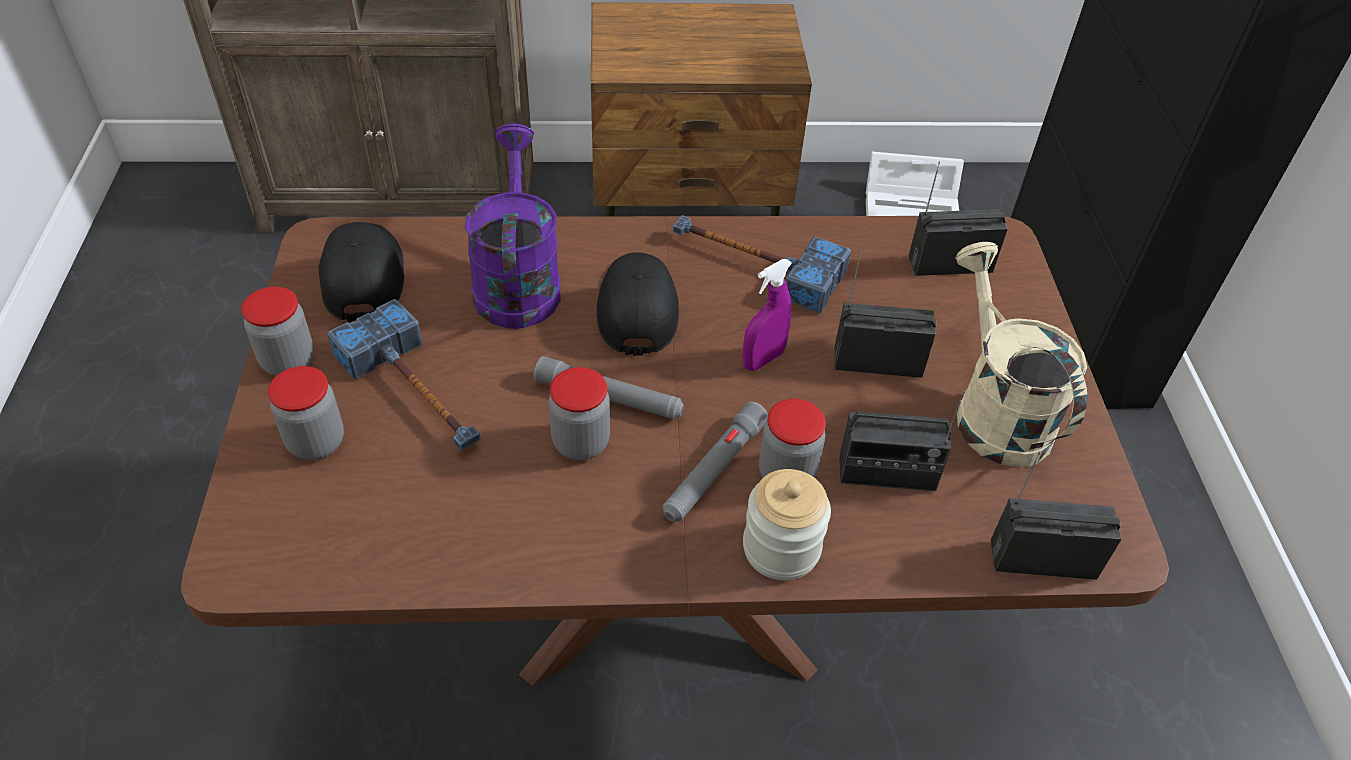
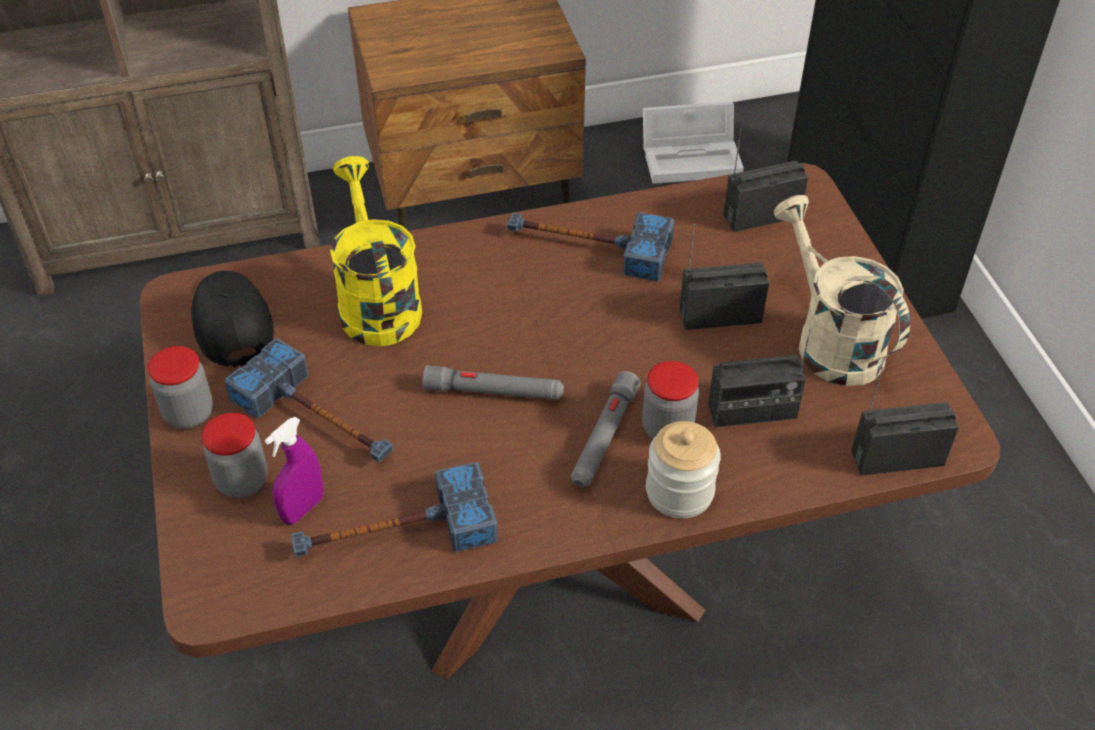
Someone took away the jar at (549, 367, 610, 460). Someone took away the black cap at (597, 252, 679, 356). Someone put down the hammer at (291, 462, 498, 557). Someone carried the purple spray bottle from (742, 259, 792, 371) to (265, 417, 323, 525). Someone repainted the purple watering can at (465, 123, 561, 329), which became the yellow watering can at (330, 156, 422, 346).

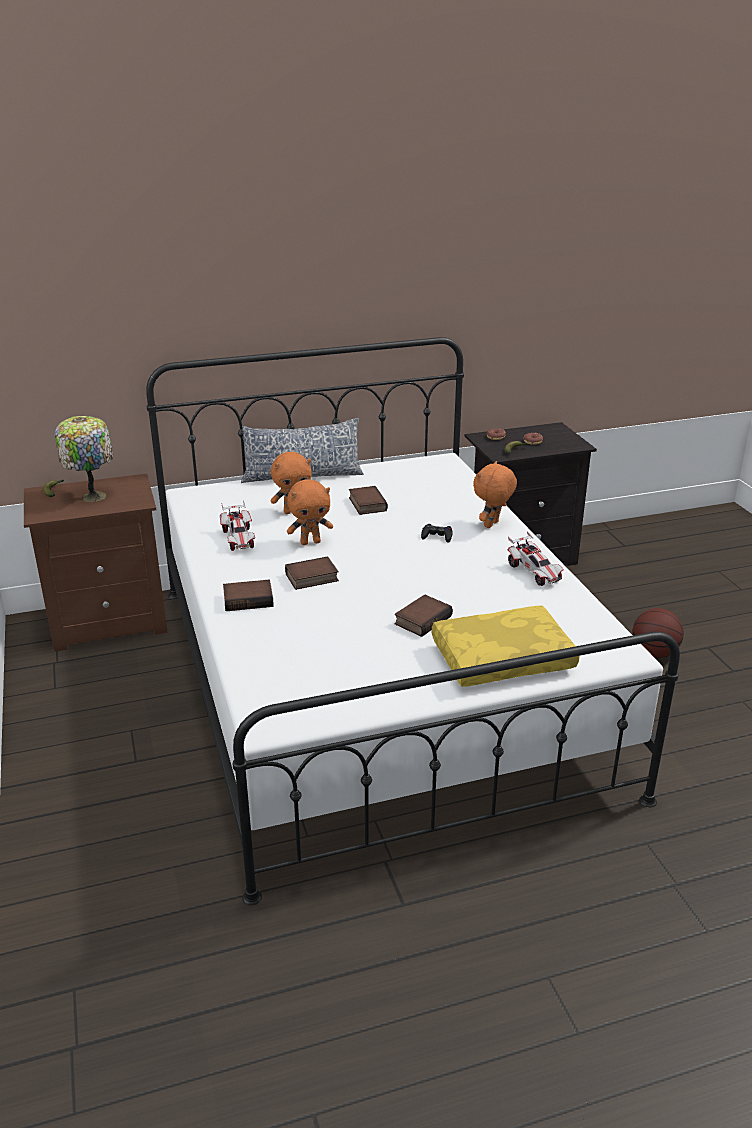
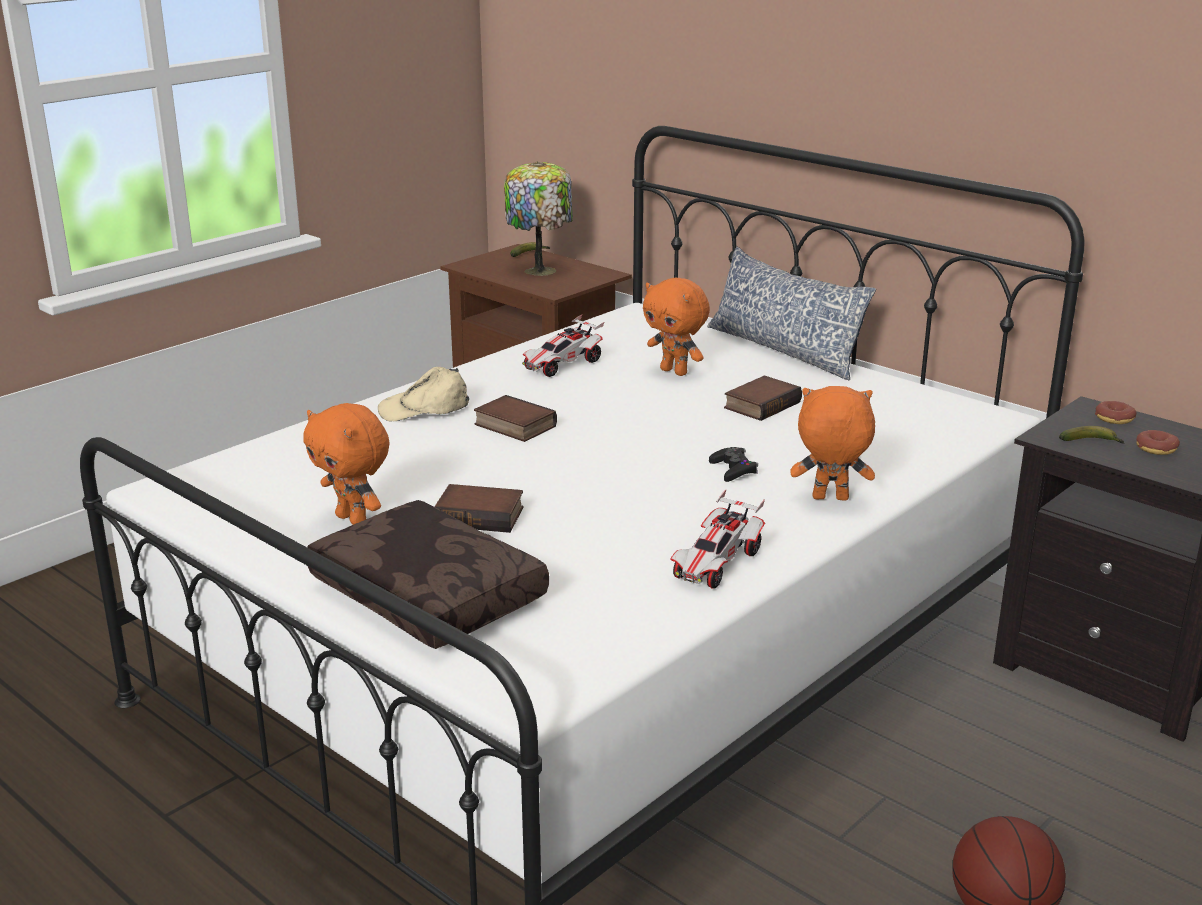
Someone carried the orange plush toy from (287, 480, 333, 545) to (303, 403, 390, 525). Someone swapped the book at (223, 580, 274, 611) for the beige cap at (378, 367, 469, 422). Someone repainted the yellow pillow at (432, 606, 580, 687), which became the brown pillow at (307, 500, 549, 649).

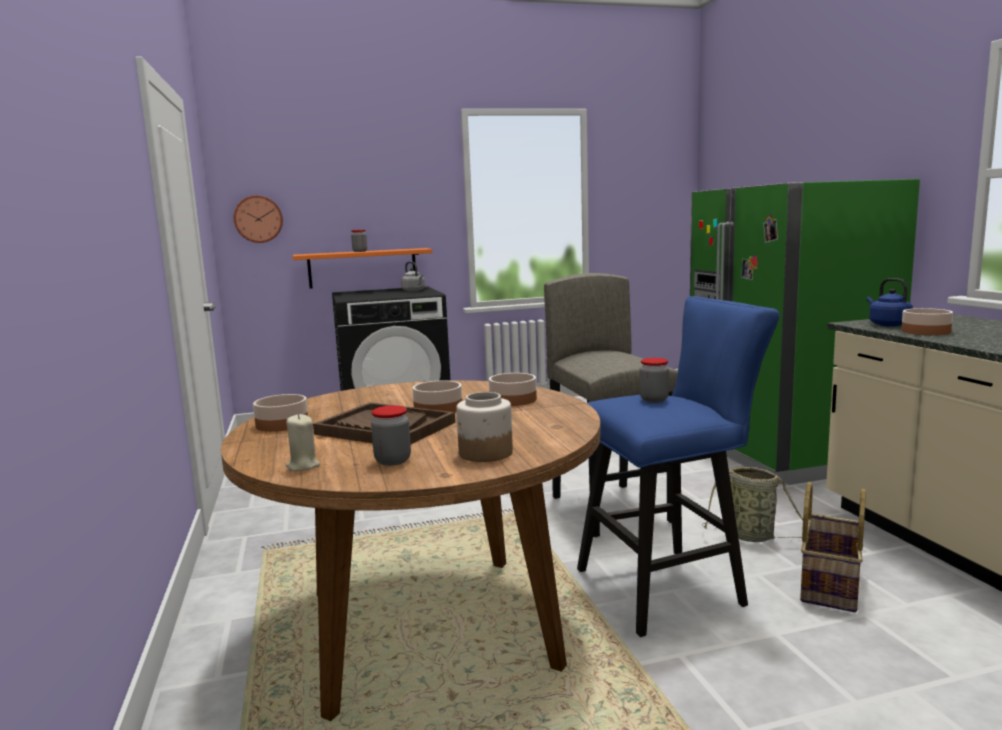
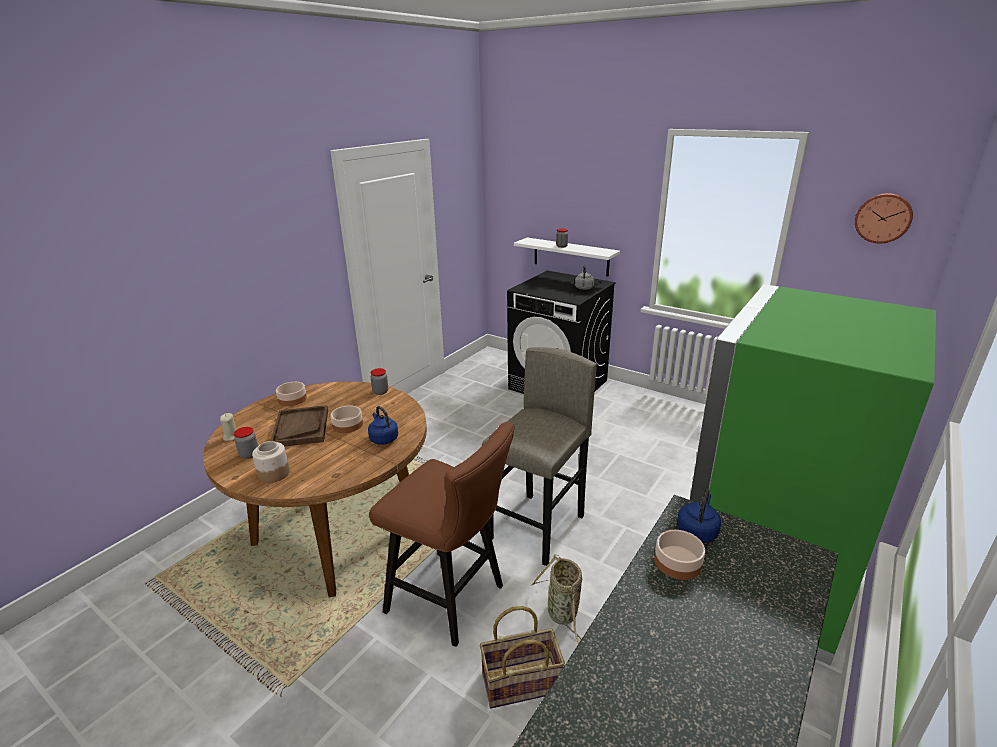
Someone carried the wall clock from (234, 195, 283, 243) to (855, 193, 913, 243). Someone carried the jar from (640, 358, 669, 403) to (370, 368, 388, 395). Someone swapped the bowl at (489, 373, 537, 406) for the blue kettle at (368, 406, 398, 445). Someone repainted the orange shelf at (292, 248, 432, 289), which became the white shelf at (514, 238, 620, 276). Someone repainted the blue stool at (577, 296, 780, 637), which became the brown stool at (369, 422, 515, 647).

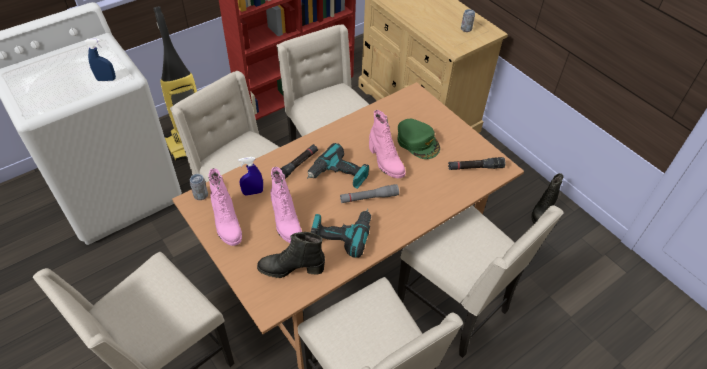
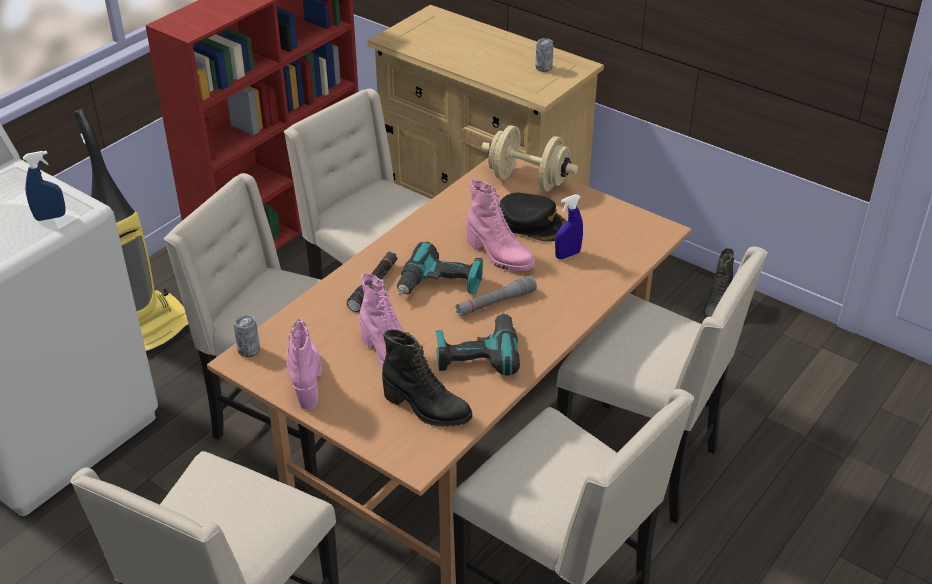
Someone took away the black flashlight at (448, 157, 505, 170). Someone put down the beige dumbbell at (481, 125, 578, 191). Someone carried the blue spray bottle from (238, 157, 263, 196) to (555, 194, 583, 259). Someone repainted the green cap at (398, 119, 440, 159), which became the black cap at (500, 193, 566, 242). Someone rotated the pink boot at (208, 168, 242, 246) by 150 degrees counterclockwise. Someone rotated the black boot at (257, 232, 325, 278) by 135 degrees counterclockwise.

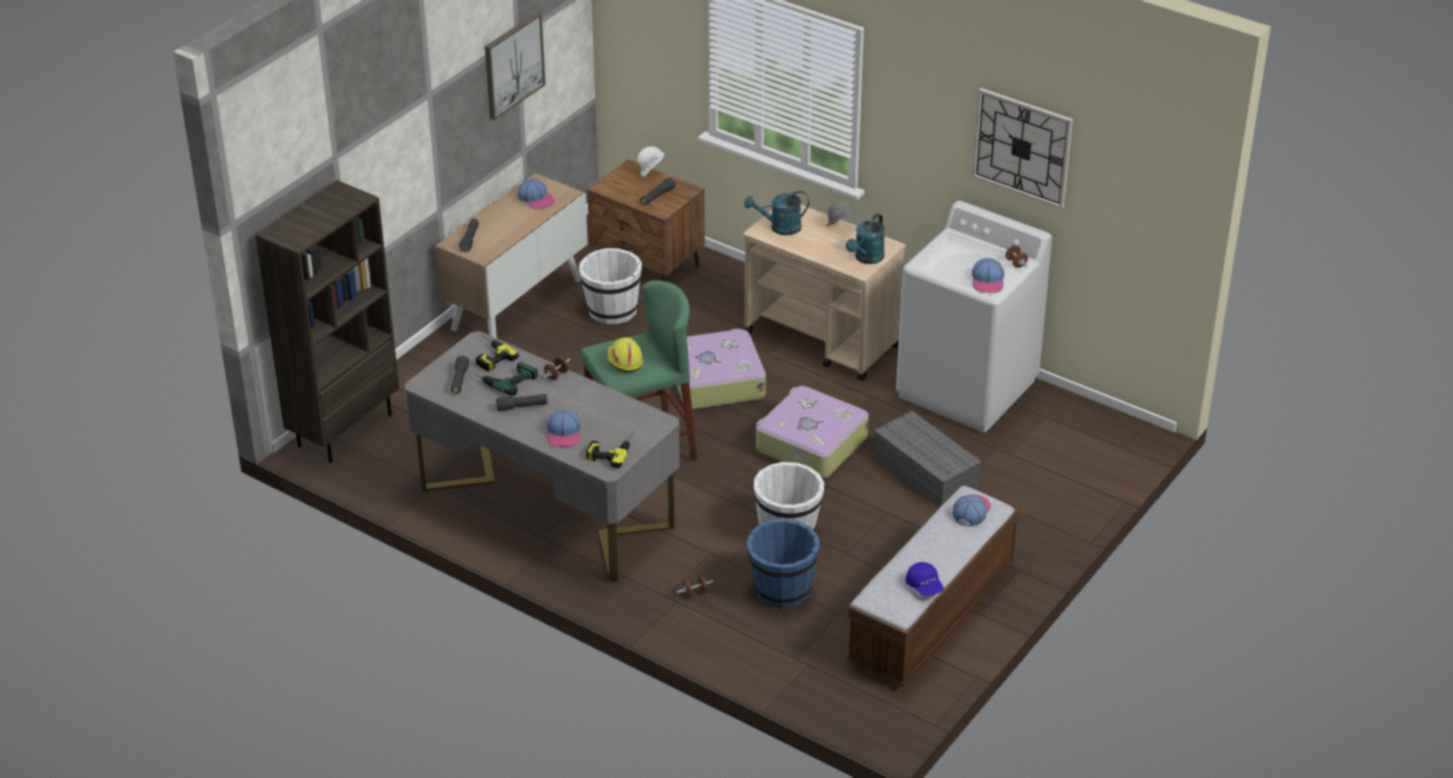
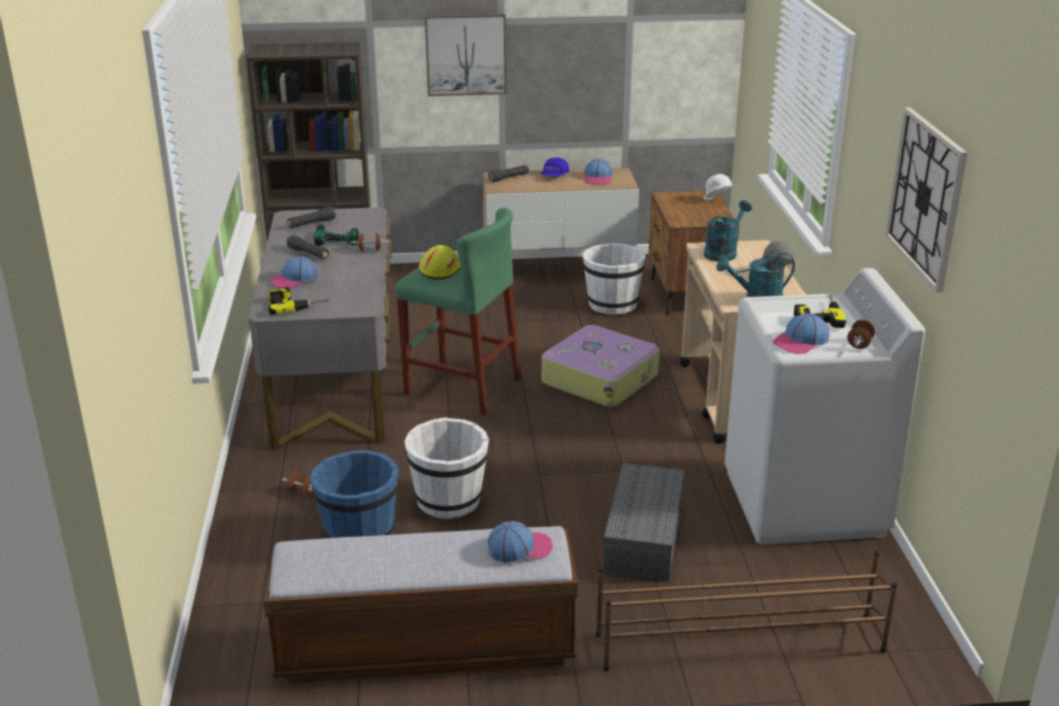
Someone took away the black flashlight at (640, 178, 676, 205). Someone took away the suitcase at (756, 386, 869, 478). Someone put down the brown shoe rack at (596, 551, 898, 671). Someone carried the power drill from (476, 335, 519, 372) to (794, 295, 847, 328). Someone carried the picture from (485, 12, 545, 120) to (425, 14, 506, 96). Someone carried the blue cap from (905, 562, 944, 596) to (541, 157, 569, 177). Someone rotated the turquoise watering can at (744, 191, 809, 235) by 90 degrees clockwise.

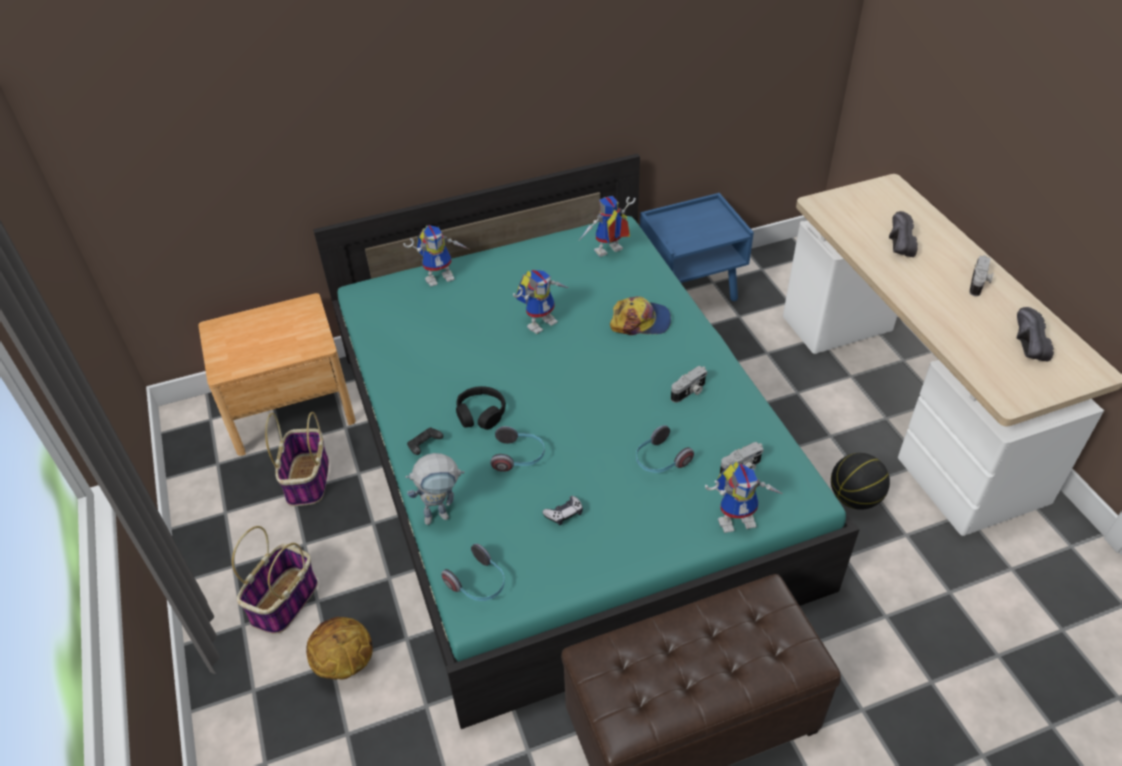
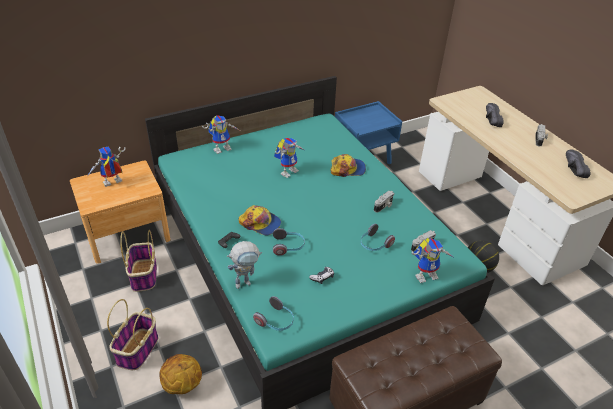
Someone carried the toy robot from (579, 196, 636, 257) to (87, 146, 126, 187). Someone swapped the black headphones at (456, 386, 506, 430) for the cap at (238, 205, 281, 236).

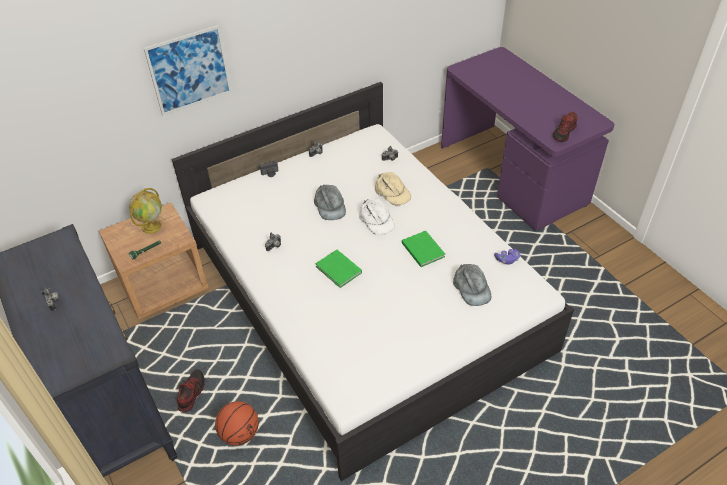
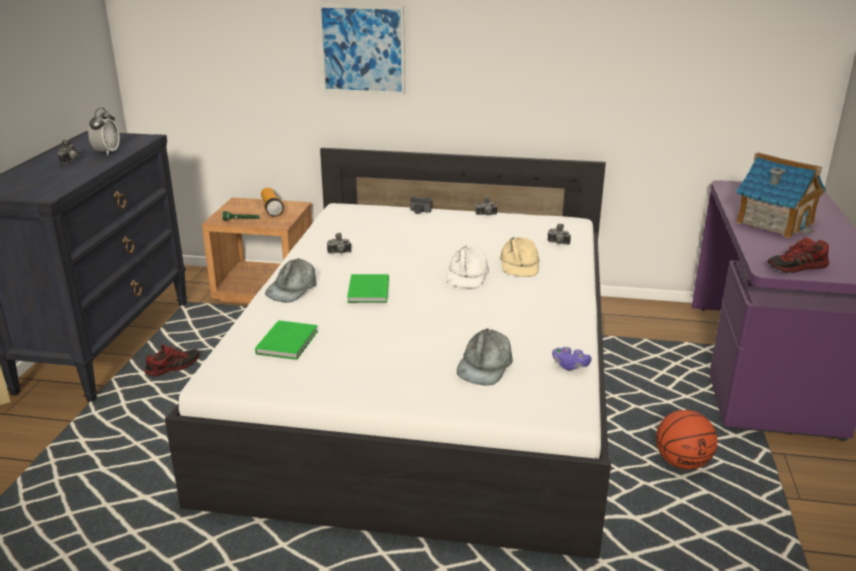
Someone put down the alarm clock at (88, 107, 120, 156). Someone put down the toy house at (736, 152, 826, 238). Someone carried the basketball from (215, 401, 259, 446) to (656, 410, 718, 470). Someone carried the grey cap from (314, 185, 346, 220) to (265, 258, 316, 302). Someone carried the green book from (402, 231, 445, 267) to (255, 320, 318, 360). Someone swapped the globe at (129, 188, 162, 234) for the flashlight at (261, 188, 284, 217).

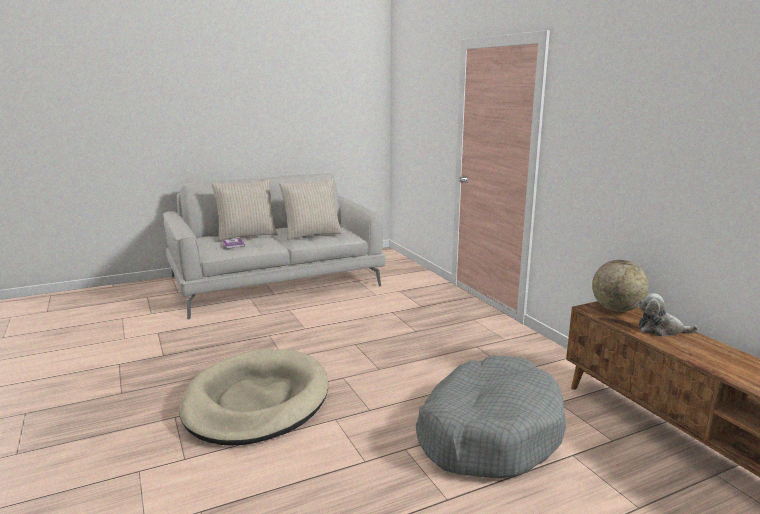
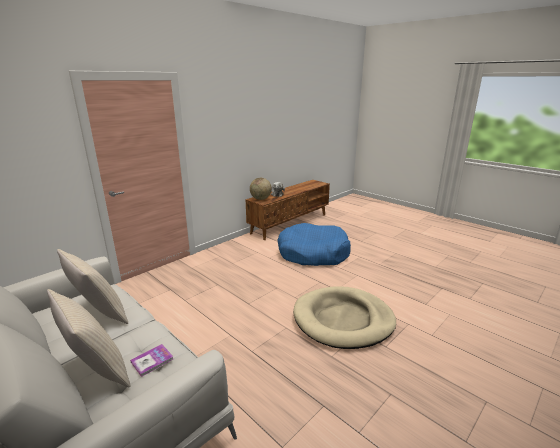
Someone repainted the grey dog bed at (416, 355, 566, 478), which became the blue dog bed at (277, 223, 351, 266).

